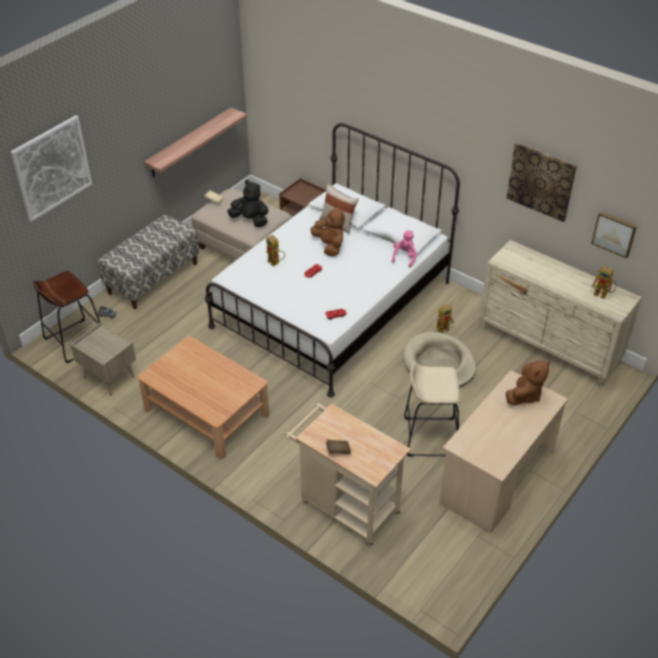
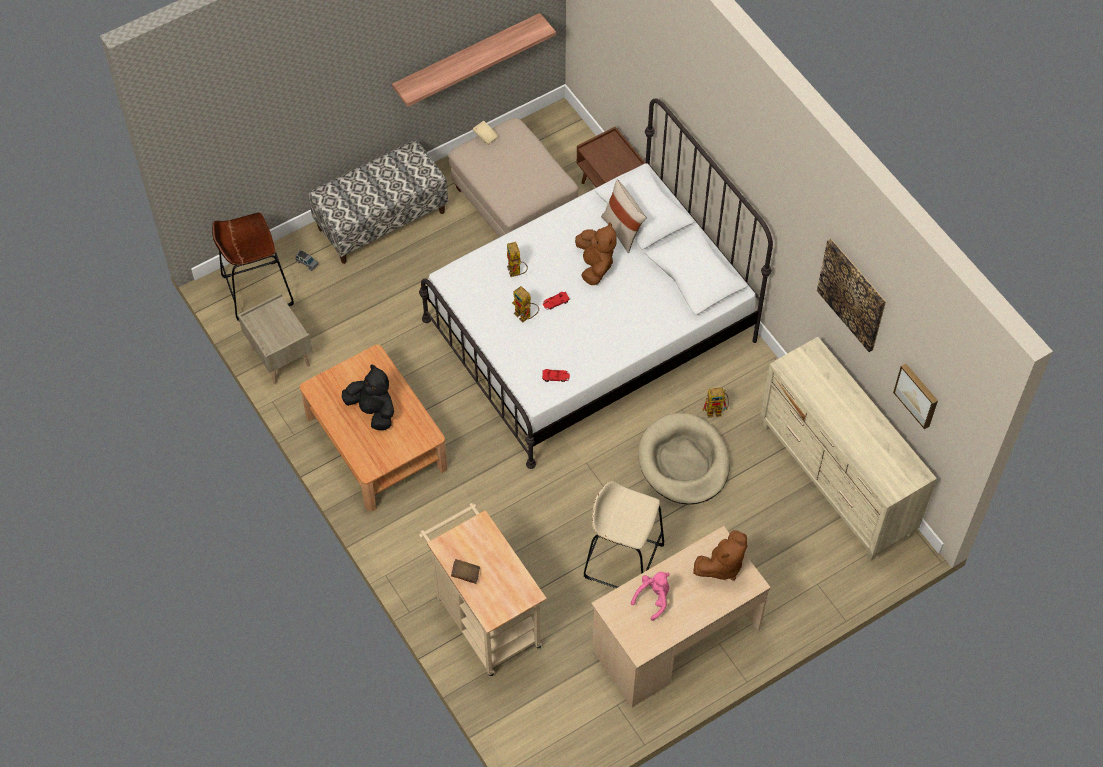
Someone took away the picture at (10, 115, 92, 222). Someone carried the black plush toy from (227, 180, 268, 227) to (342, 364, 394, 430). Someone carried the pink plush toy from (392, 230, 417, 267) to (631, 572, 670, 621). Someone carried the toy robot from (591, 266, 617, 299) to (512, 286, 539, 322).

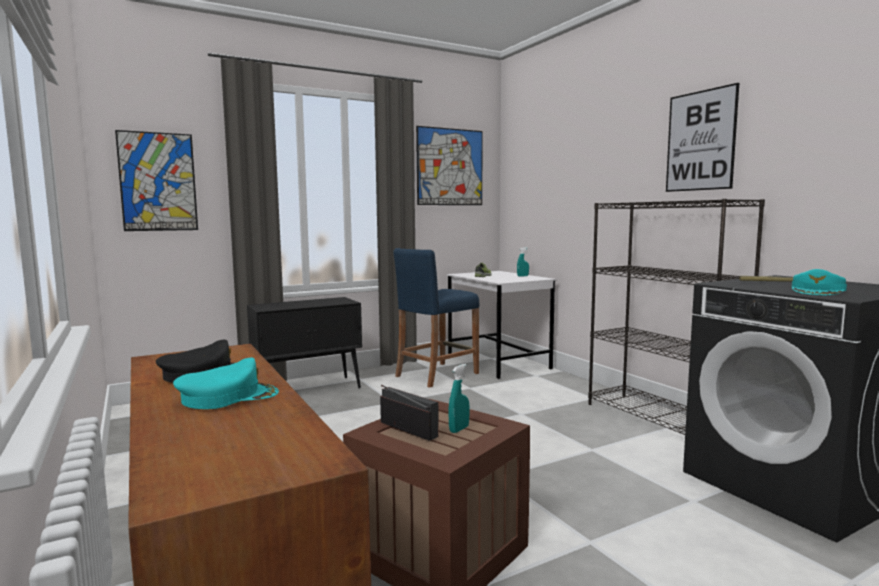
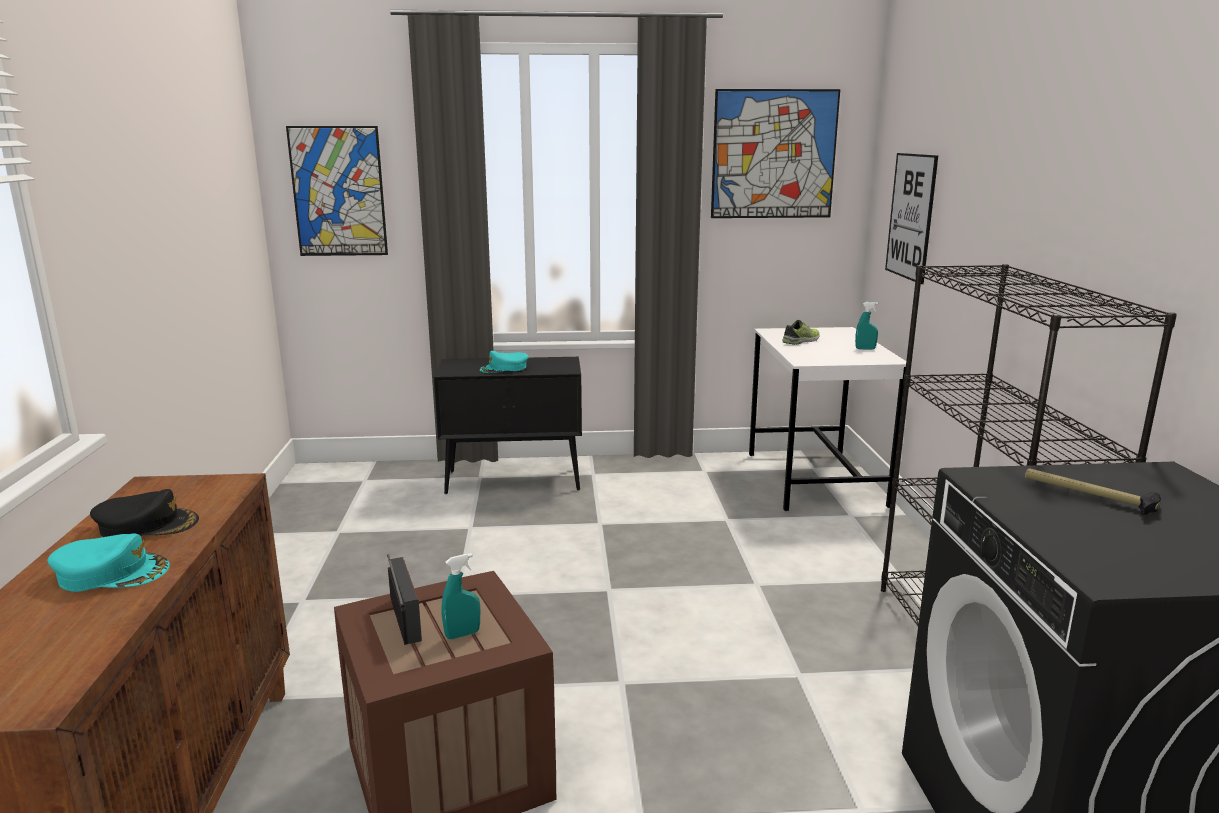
Someone took away the blue stool at (393, 248, 479, 388). Someone carried the picture from (666, 83, 739, 192) to (885, 153, 938, 284). Someone carried the turquoise cap from (791, 269, 847, 295) to (480, 351, 529, 373).

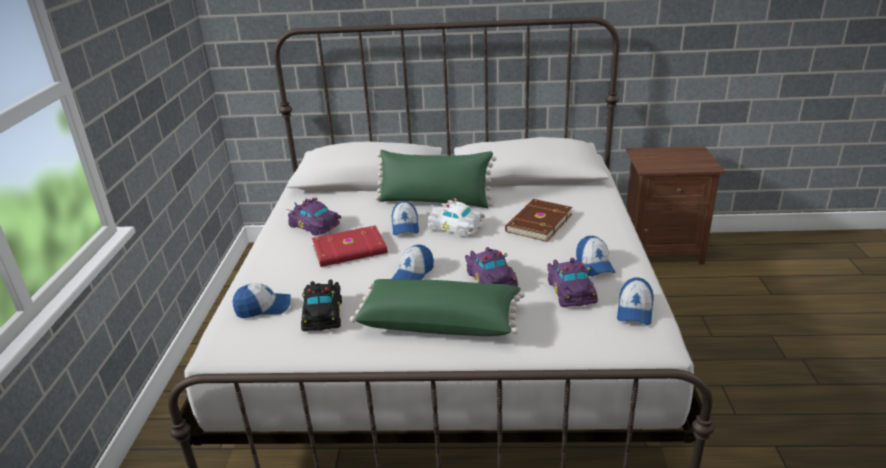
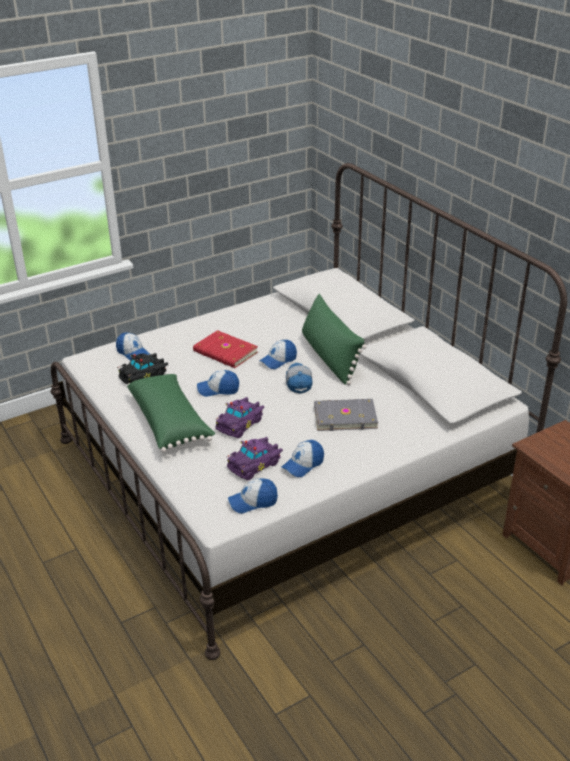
Someone took away the purple toy car at (287, 197, 341, 236). Someone swapped the white toy car at (427, 198, 485, 237) for the cap at (286, 363, 313, 394). Someone repainted the brown book at (505, 199, 572, 242), which became the grey book at (314, 399, 378, 431).

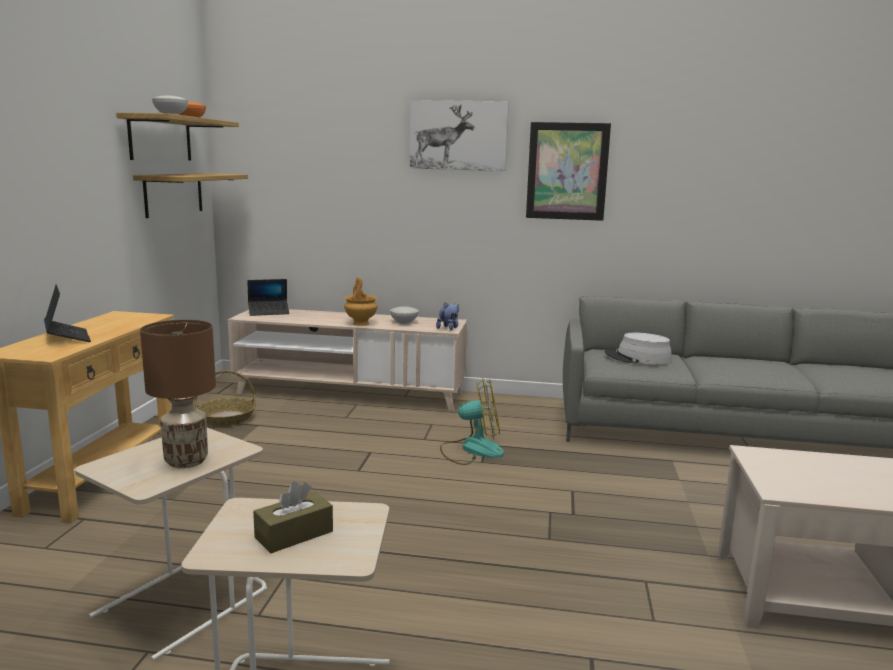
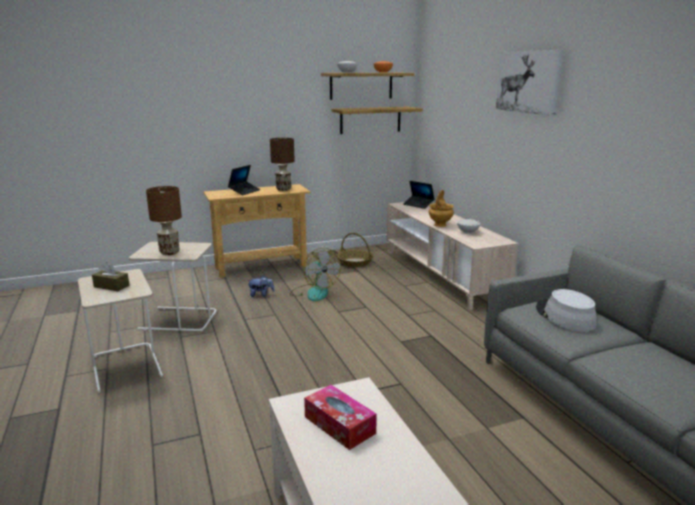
Someone took away the picture at (526, 122, 611, 221). Someone put down the brown table lamp at (270, 138, 295, 191). Someone put down the tissue box at (304, 385, 377, 450). Someone carried the plush toy from (436, 303, 459, 330) to (247, 276, 274, 297). Someone carried the fan from (440, 377, 504, 465) to (290, 248, 341, 301).

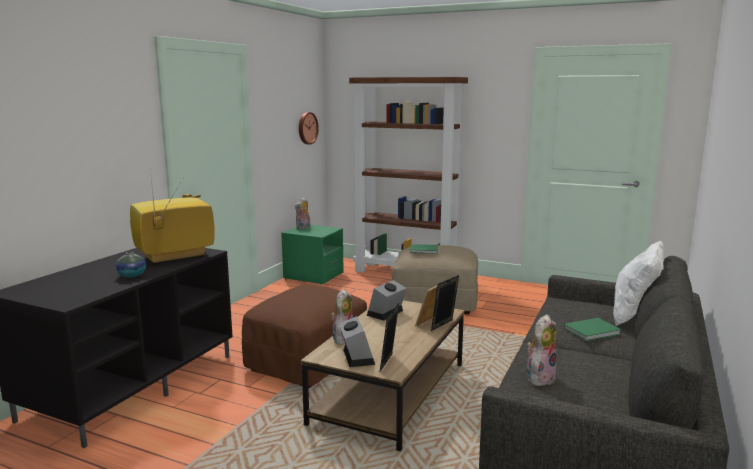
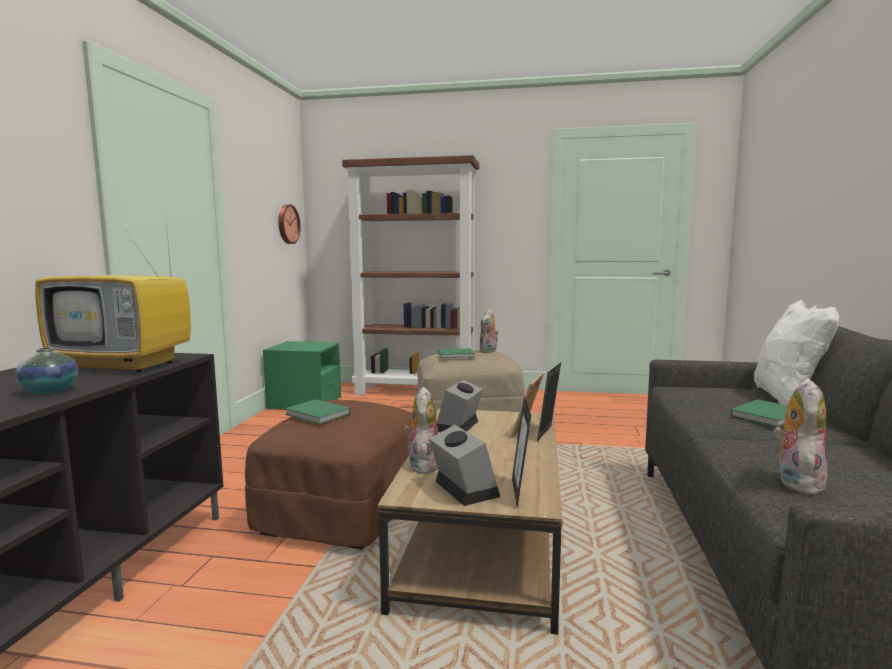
Someone put down the green book at (285, 399, 350, 424). Someone carried the plush toy from (295, 197, 310, 229) to (480, 309, 499, 353). Someone rotated the television at (130, 169, 215, 264) by 120 degrees counterclockwise.

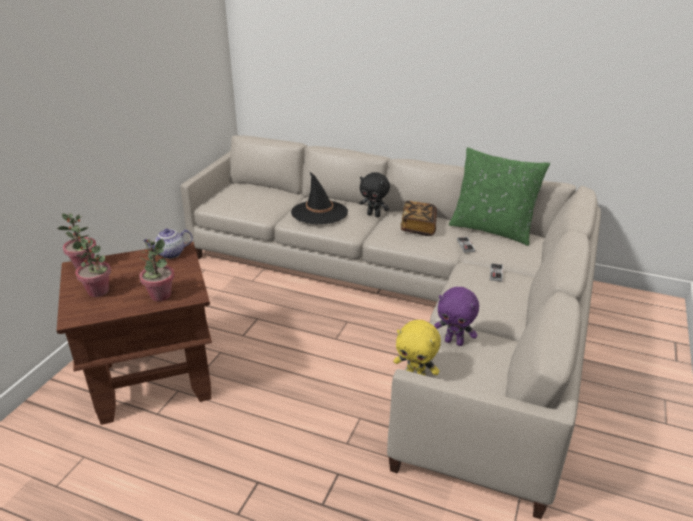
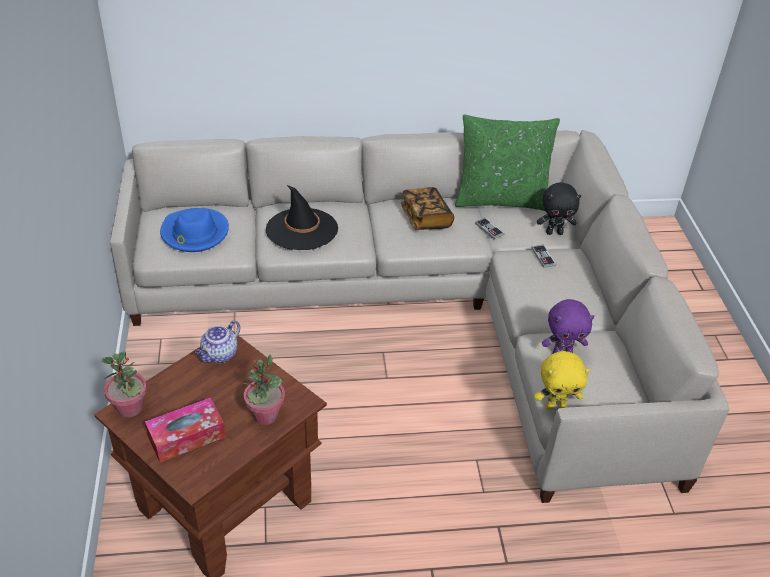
Someone put down the blue hat at (160, 208, 229, 252). Someone carried the black plush toy from (359, 172, 390, 217) to (537, 182, 581, 235). Someone swapped the potted plant at (73, 237, 111, 297) for the tissue box at (145, 398, 226, 462).

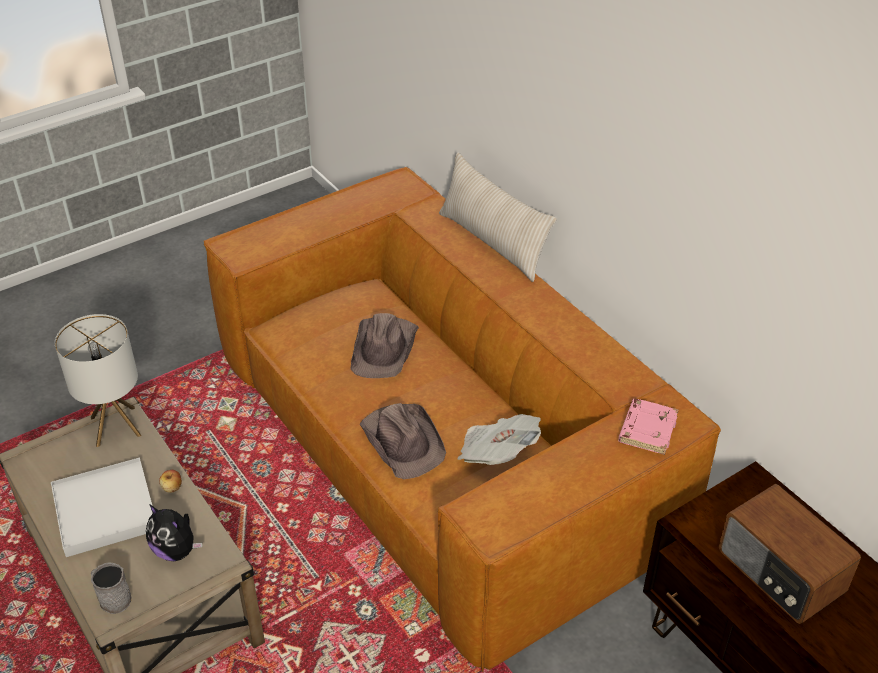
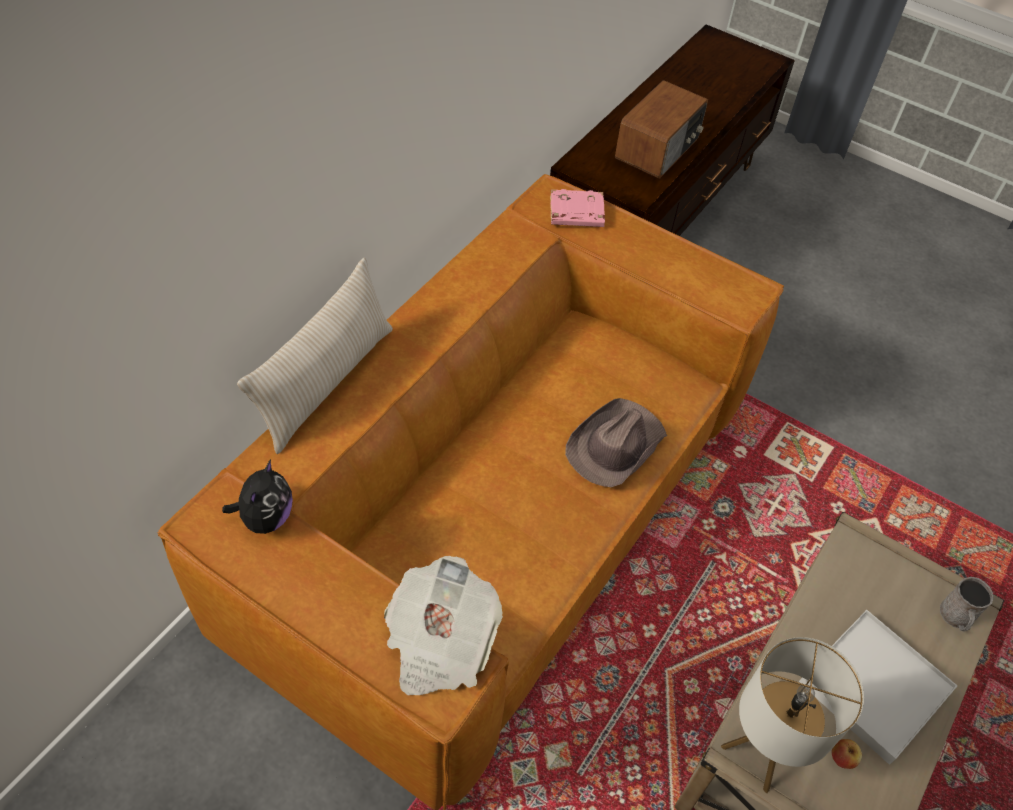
Someone took away the brown hat at (351, 313, 419, 378). Someone carried the plush toy from (146, 504, 203, 561) to (222, 459, 293, 534). Someone carried the apple from (159, 470, 182, 493) to (832, 739, 862, 769). Someone carried the newspaper from (457, 414, 541, 465) to (384, 556, 503, 695).

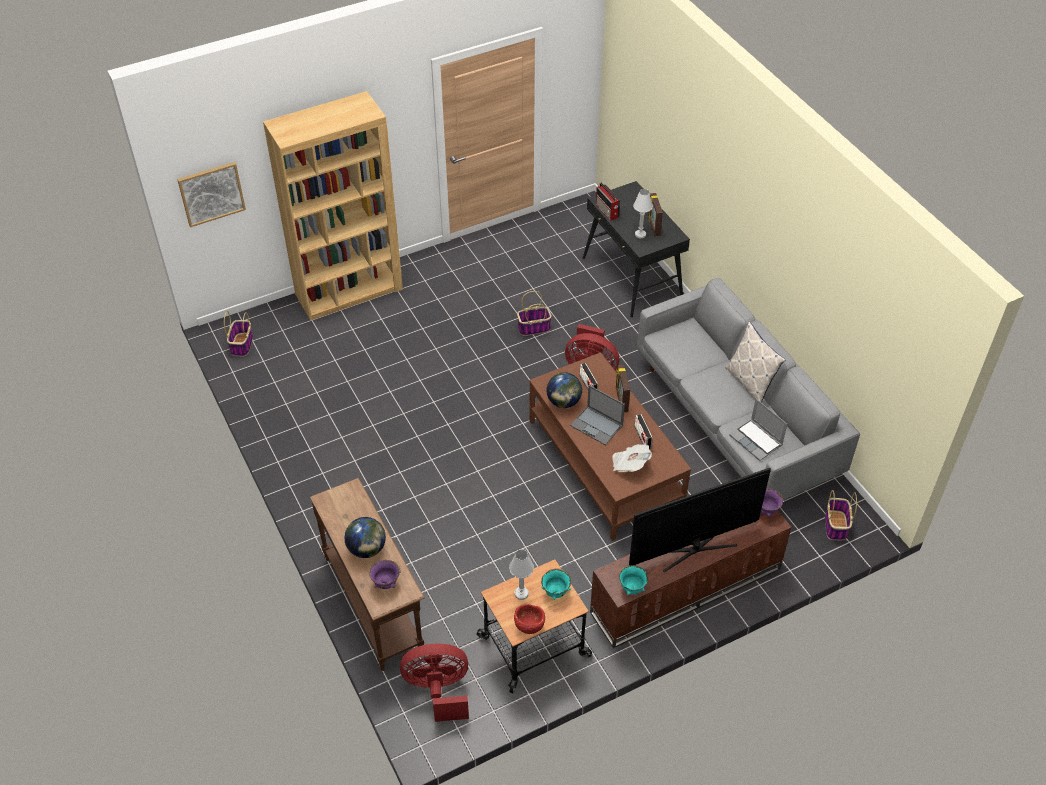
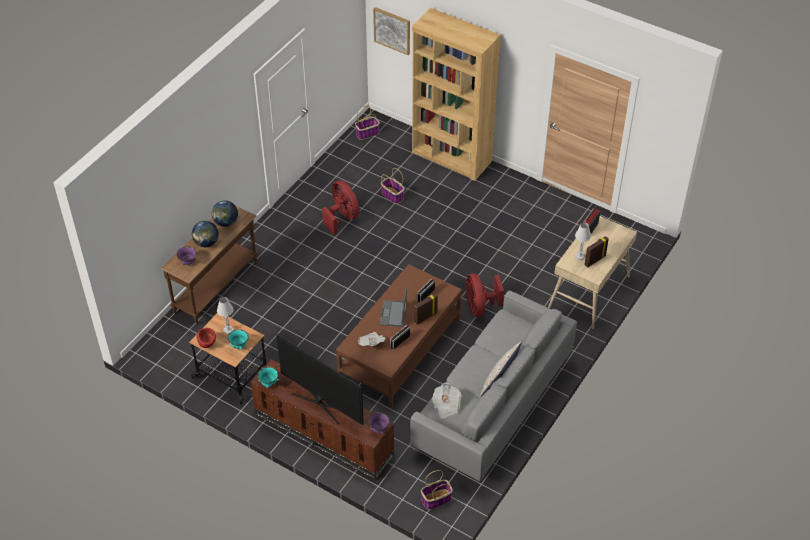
Someone carried the red fan from (400, 644, 469, 722) to (322, 180, 360, 235). Someone carried the basket from (517, 291, 552, 336) to (381, 168, 405, 204). Someone carried the globe from (547, 372, 582, 408) to (212, 201, 238, 227). Someone swapped the laptop at (729, 399, 787, 461) for the newspaper at (432, 383, 461, 418). Someone repainted the black desk at (583, 181, 690, 317), which became the beige desk at (548, 216, 637, 329).

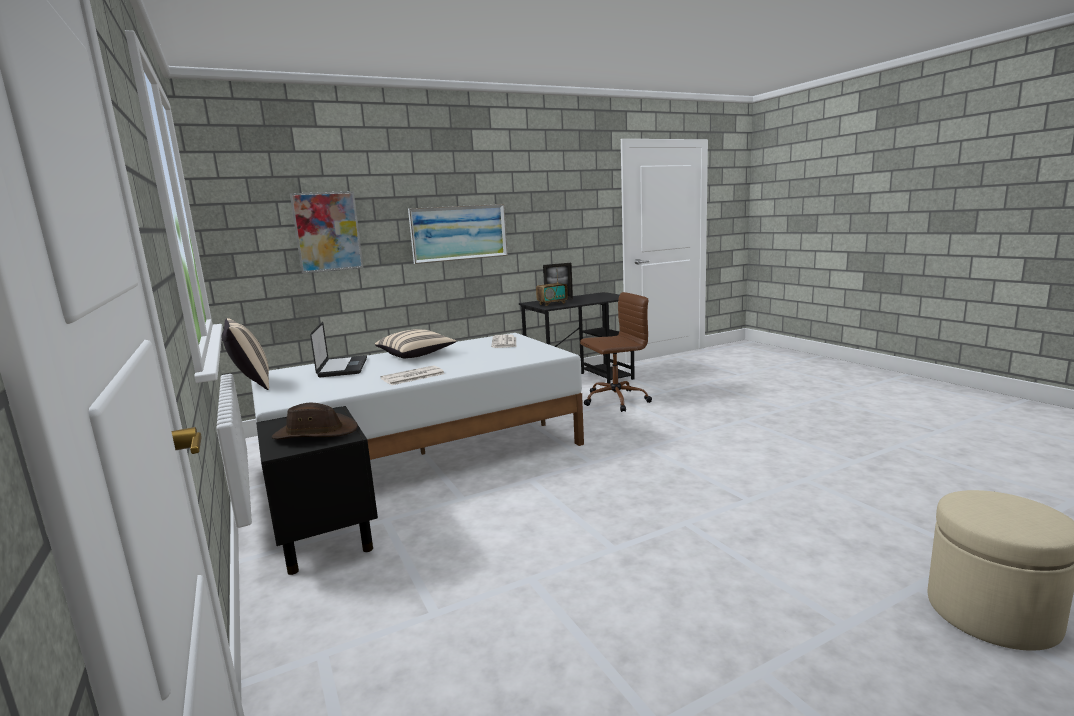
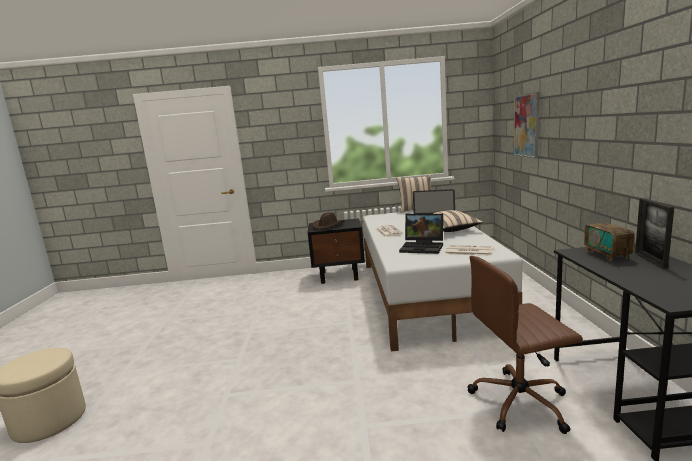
Someone took away the picture at (408, 204, 508, 264). Someone put down the laptop at (399, 214, 443, 254). Someone rotated the brown office chair at (580, 292, 652, 412) by 75 degrees clockwise.

